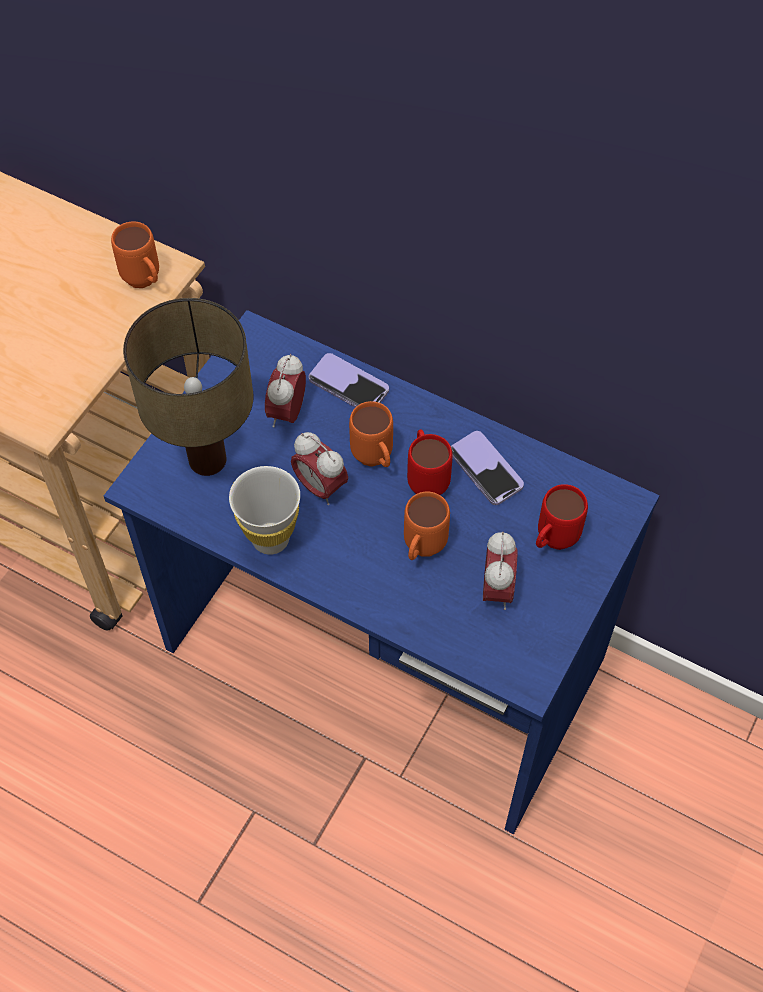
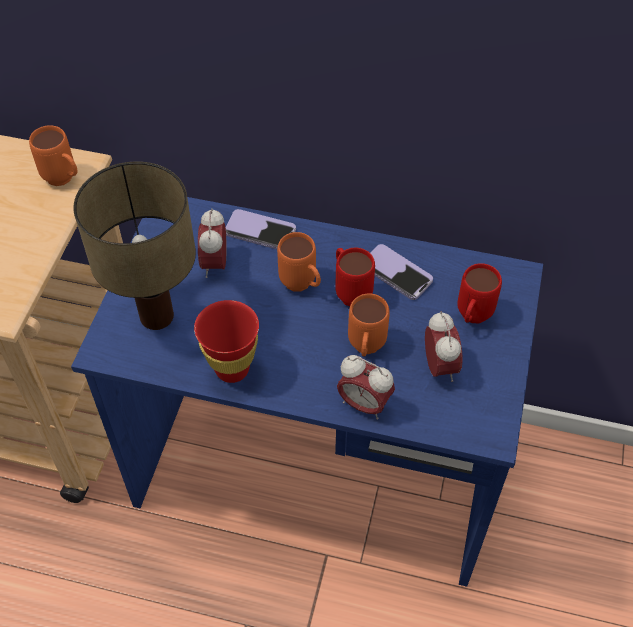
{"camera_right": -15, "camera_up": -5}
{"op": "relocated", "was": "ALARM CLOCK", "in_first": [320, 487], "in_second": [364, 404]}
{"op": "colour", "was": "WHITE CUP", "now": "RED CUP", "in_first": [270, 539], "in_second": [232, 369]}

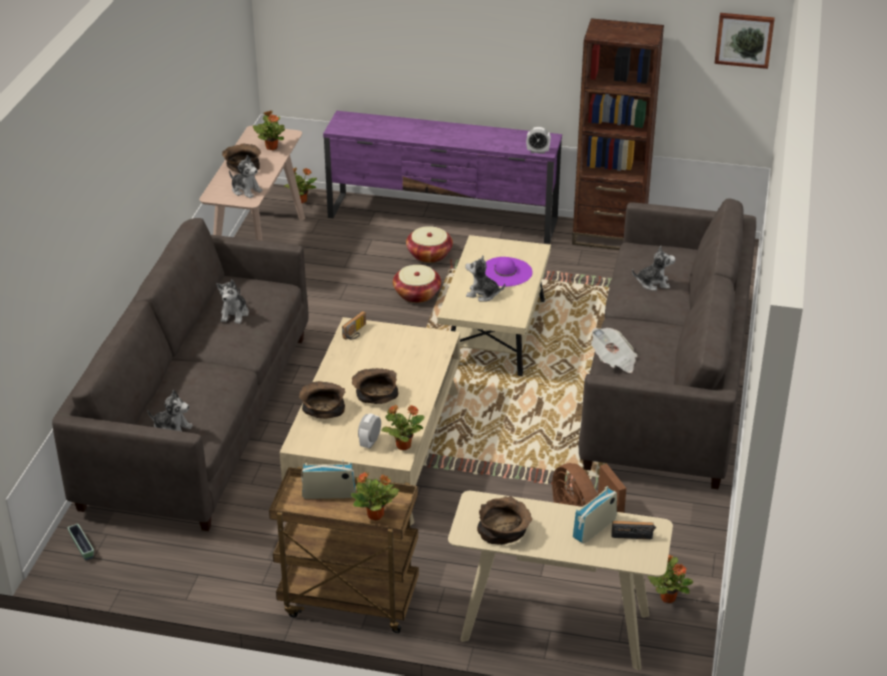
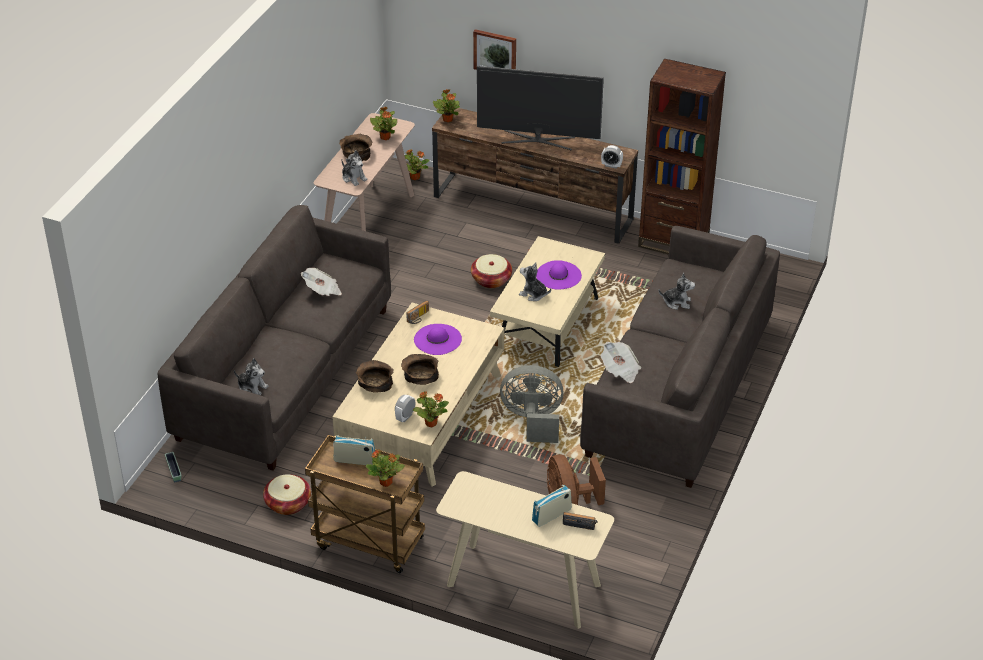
{"camera_right": 10, "camera_up": 5}
{"op": "missing", "was": "BROWN BOWL", "in_first": [504, 531]}
{"op": "appeared", "now": "PURPLE HAT", "in_second": [437, 339]}
{"op": "appeared", "now": "TELEVISION", "in_second": [538, 140]}
{"op": "appeared", "now": "GREY FAN", "in_second": [533, 420]}
{"op": "relocated", "was": "BASKET", "in_first": [429, 254], "in_second": [288, 503]}
{"op": "relocated", "was": "POTTED PLANT", "in_first": [667, 597], "in_second": [447, 119]}
{"op": "relocated", "was": "PICTURE", "in_first": [744, 39], "in_second": [495, 52]}
{"op": "exchanged", "was": "PLUSH TOY", "now": "NEWSPAPER", "in_first": [234, 314], "in_second": [322, 291]}
{"op": "colour", "was": "PURPLE TV STAND", "now": "BROWN TV STAND", "in_first": [443, 218], "in_second": [533, 208]}

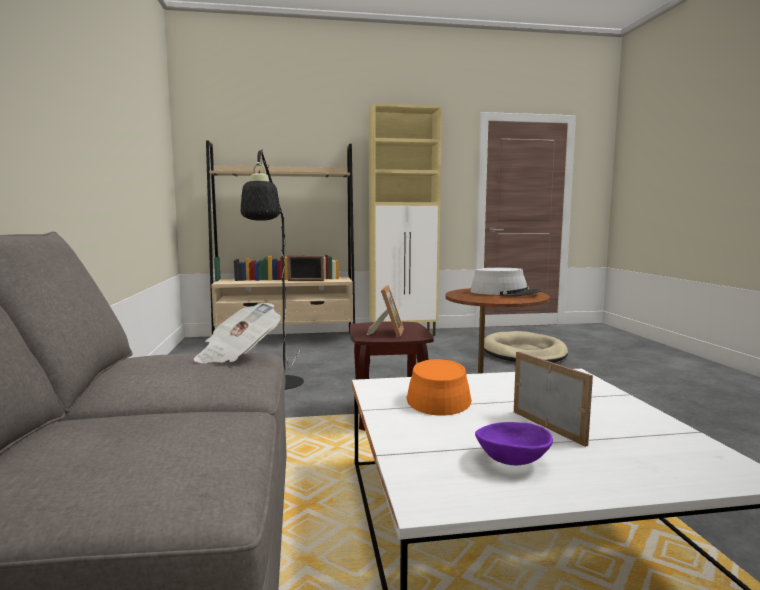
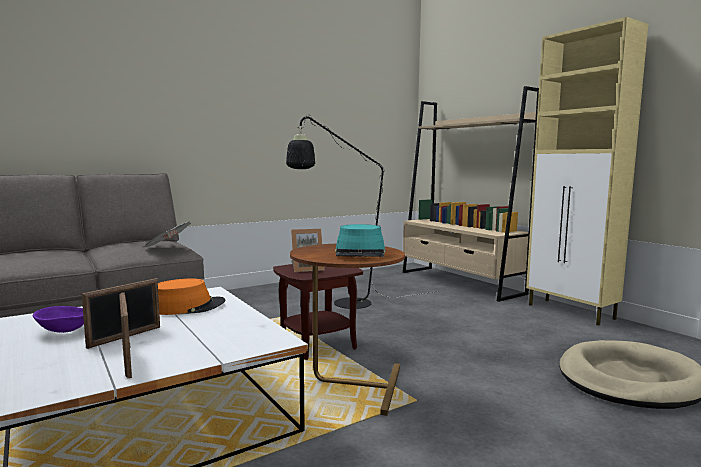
{"camera_right": 65, "camera_up": 0}
{"op": "relocated", "was": "PICTURE FRAME", "in_first": [305, 280], "in_second": [127, 361]}
{"op": "colour", "was": "GREY HAT", "now": "TURQUOISE HAT", "in_first": [505, 293], "in_second": [360, 253]}

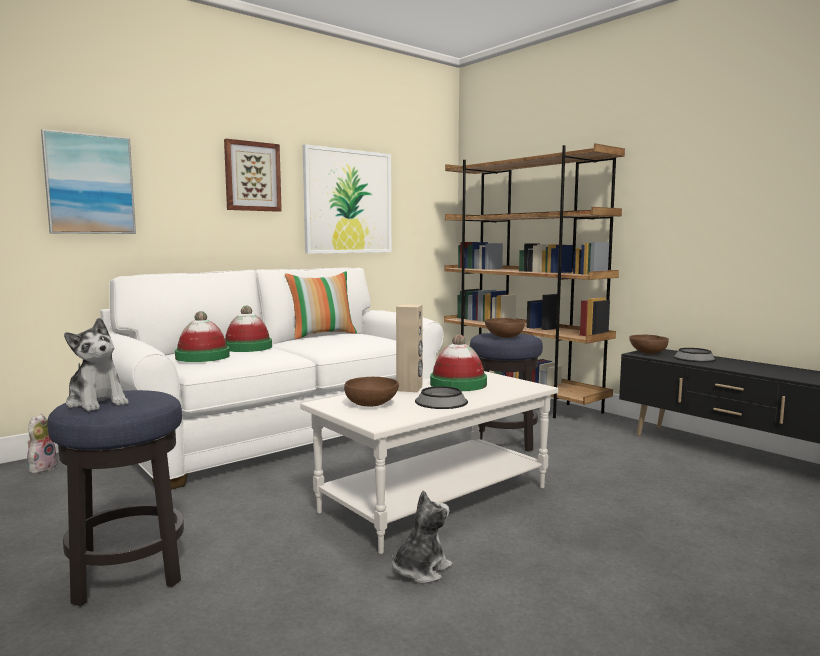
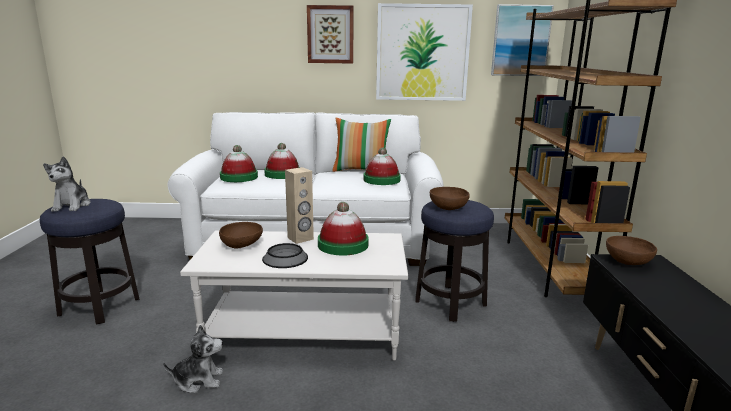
{"camera_right": 40, "camera_up": 10}
{"op": "missing", "was": "PLUSH TOY", "in_first": [42, 468]}
{"op": "missing", "was": "BOWL", "in_first": [694, 358]}
{"op": "appeared", "now": "HAT", "in_second": [381, 180]}
{"op": "relocated", "was": "PICTURE", "in_first": [89, 184], "in_second": [520, 41]}

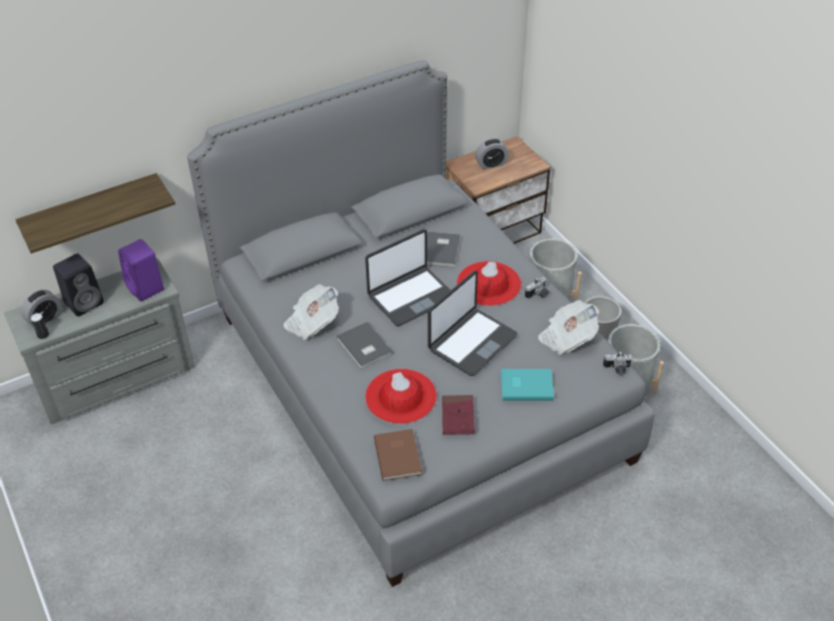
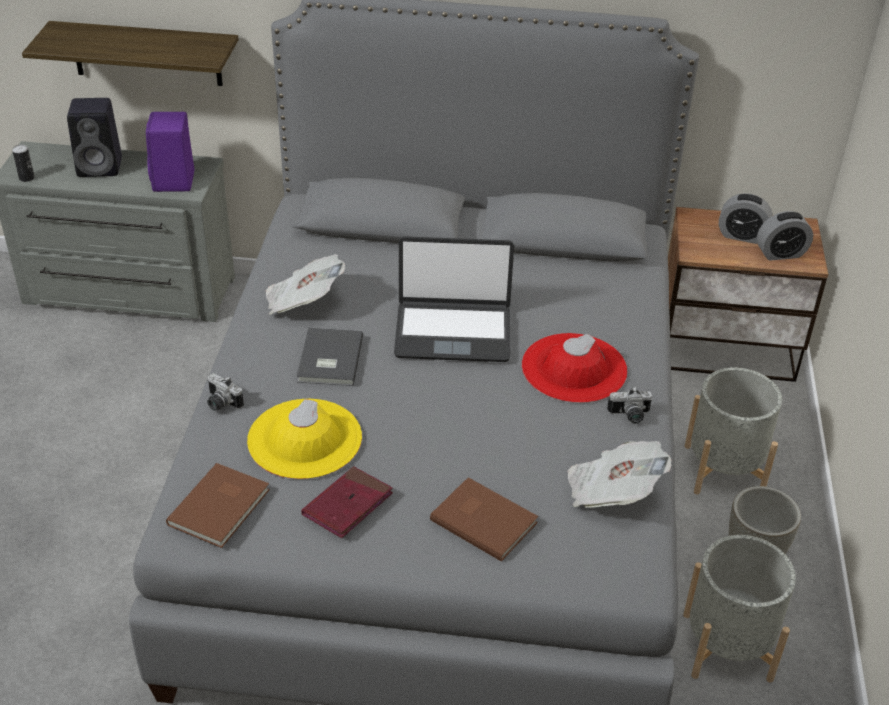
{"camera_right": 35, "camera_up": -5}
{"op": "missing", "was": "GREY BOOK", "in_first": [442, 250]}
{"op": "missing", "was": "LAPTOP", "in_first": [471, 342]}
{"op": "relocated", "was": "ALARM CLOCK", "in_first": [45, 319], "in_second": [780, 254]}
{"op": "relocated", "was": "PHOTO CAMERA", "in_first": [617, 369], "in_second": [220, 403]}
{"op": "colour", "was": "RED HAT", "now": "YELLOW HAT", "in_first": [400, 396], "in_second": [304, 439]}
{"op": "colour", "was": "TURQUOISE BOOK", "now": "BROWN BOOK", "in_first": [525, 385], "in_second": [484, 519]}

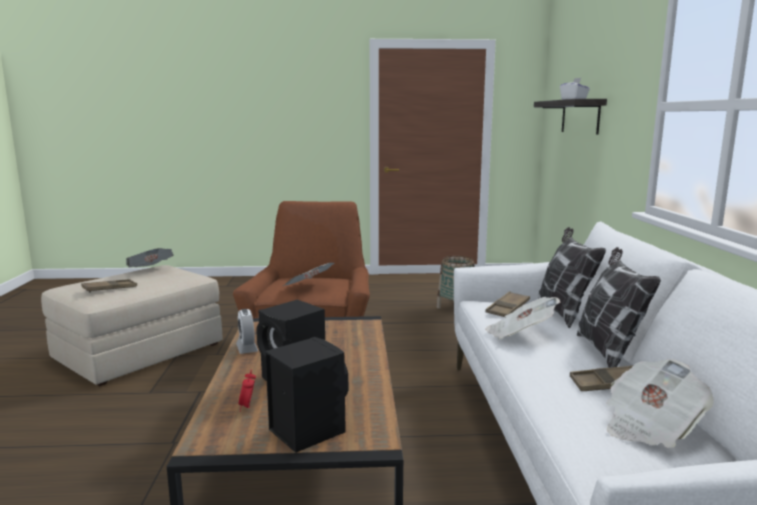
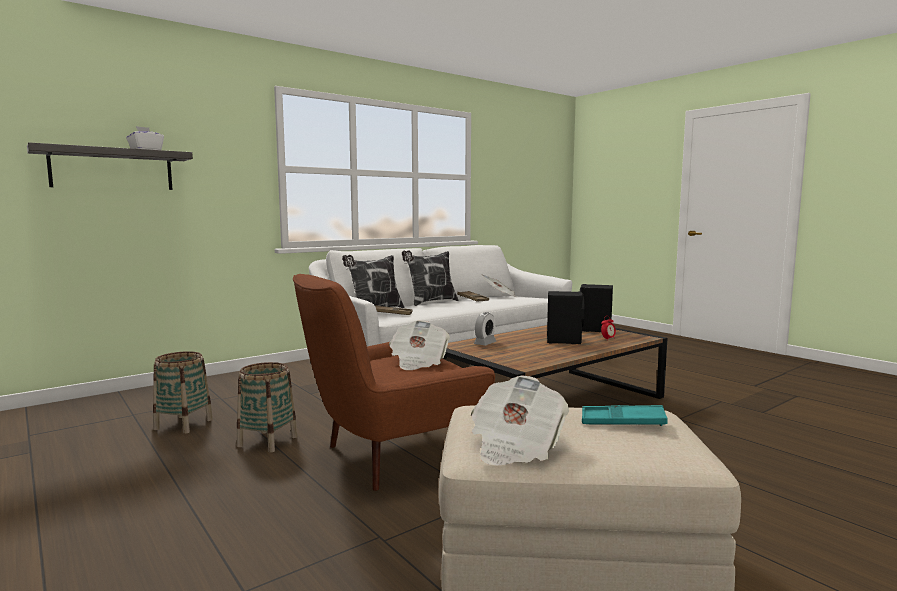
{"camera_right": -125, "camera_up": -5}
{"op": "missing", "was": "NEWSPAPER", "in_first": [519, 335]}
{"op": "appeared", "now": "BASKET", "in_second": [267, 441]}
{"op": "relocated", "was": "ALARM CLOCK", "in_first": [247, 348], "in_second": [485, 343]}
{"op": "colour", "was": "BROWN TRAY", "now": "TURQUOISE TRAY", "in_first": [110, 289], "in_second": [622, 422]}

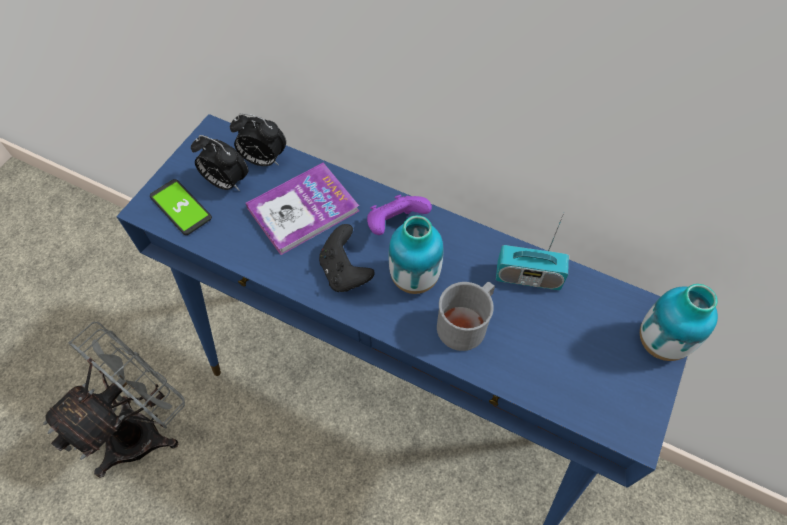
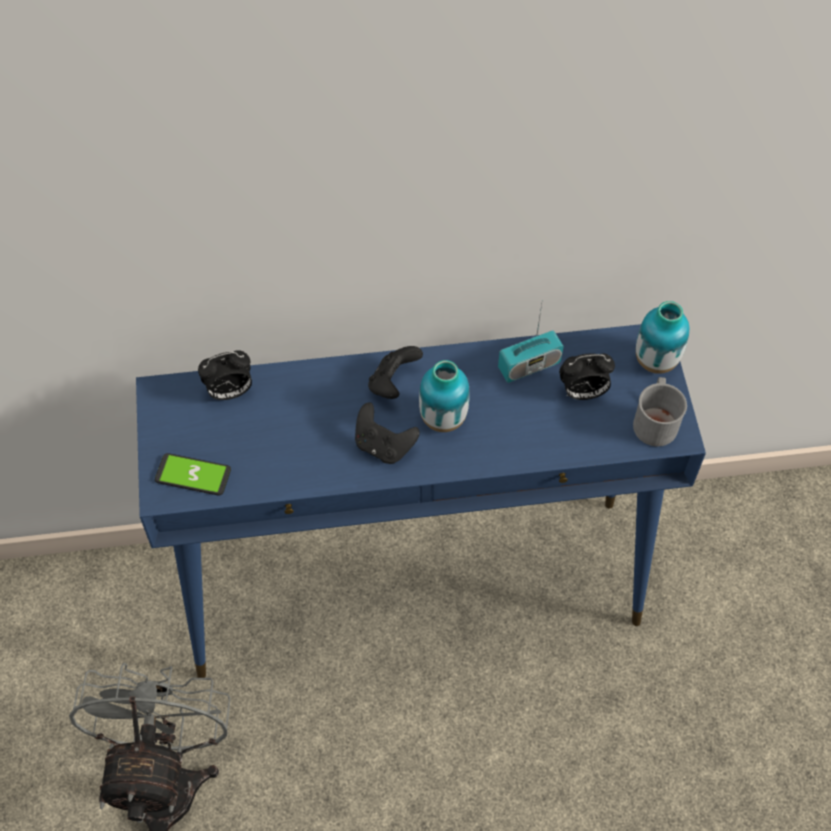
{"camera_right": -35, "camera_up": 0}
{"op": "missing", "was": "BOOK", "in_first": [303, 209]}
{"op": "relocated", "was": "ALARM CLOCK", "in_first": [226, 182], "in_second": [582, 392]}
{"op": "relocated", "was": "GREY MUG", "in_first": [466, 322], "in_second": [655, 420]}
{"op": "colour", "was": "PURPLE GAME CONTROLLER", "now": "BLACK GAME CONTROLLER", "in_first": [395, 224], "in_second": [393, 383]}

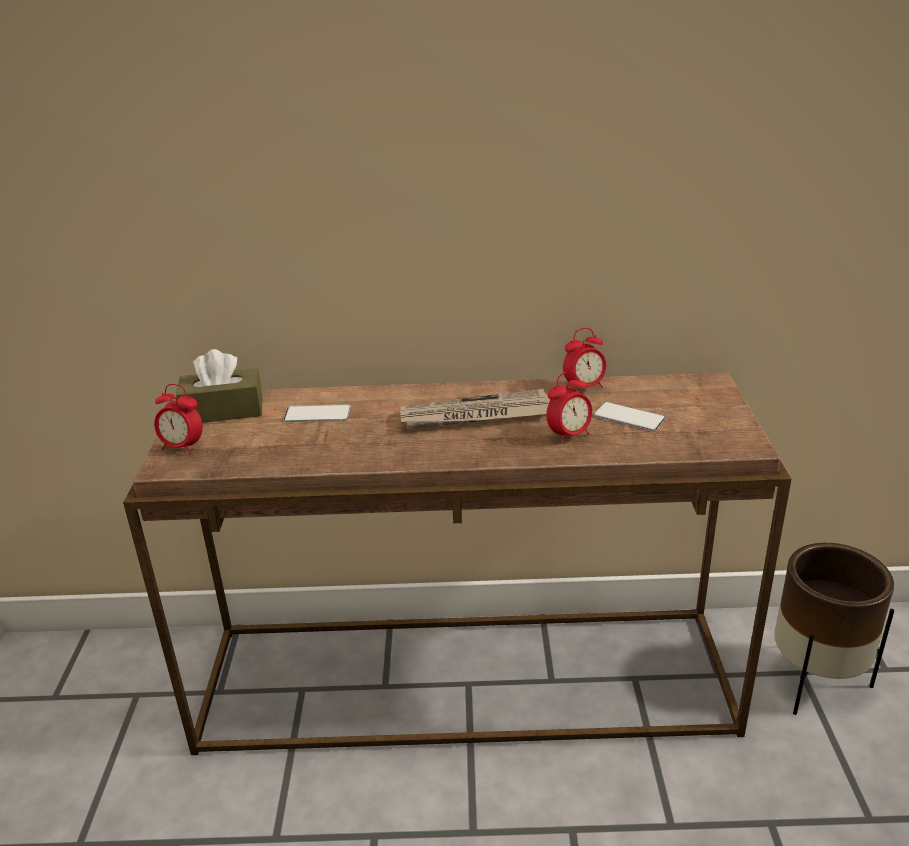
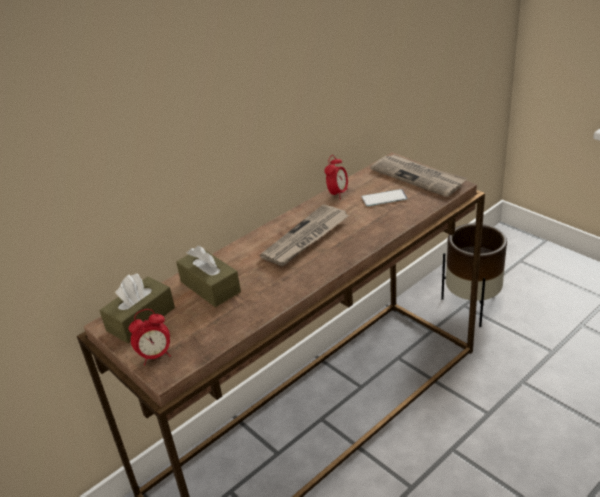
{"camera_right": -40, "camera_up": 5}
{"op": "missing", "was": "ALARM CLOCK", "in_first": [569, 435]}
{"op": "appeared", "now": "NEWSPAPER", "in_second": [418, 177]}
{"op": "exchanged", "was": "PHONE", "now": "BROWN TISSUE BOX", "in_first": [317, 414], "in_second": [210, 287]}

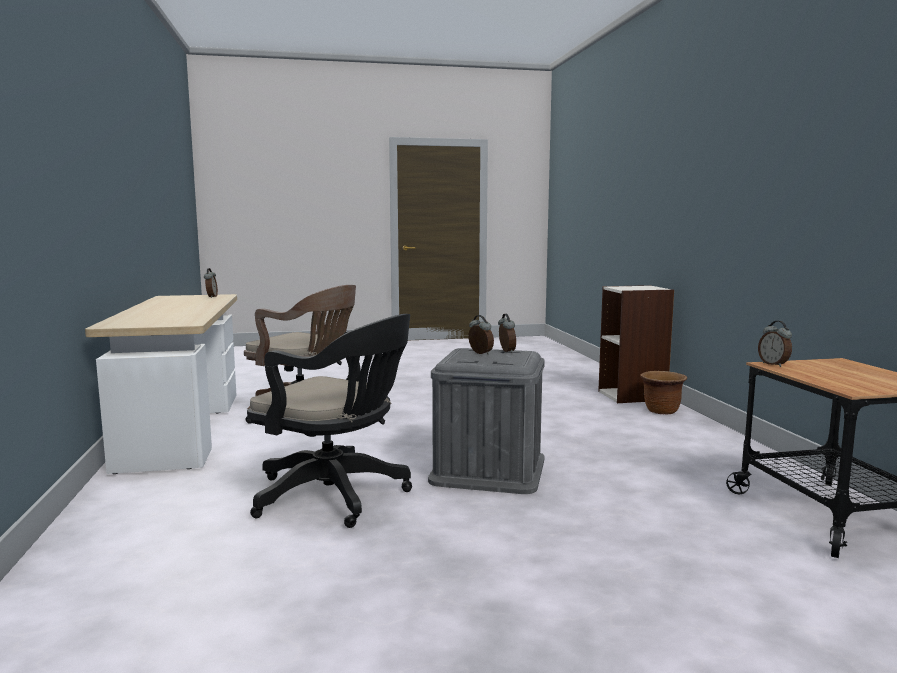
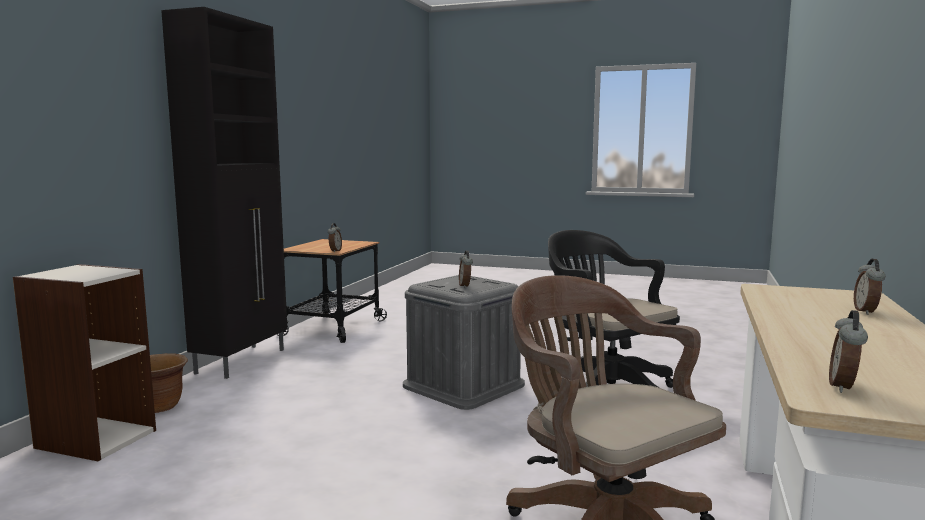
{"camera_right": -150, "camera_up": 0}
{"op": "appeared", "now": "BLACK CABINET", "in_second": [242, 361]}
{"op": "relocated", "was": "ALARM CLOCK", "in_first": [506, 351], "in_second": [866, 312]}

